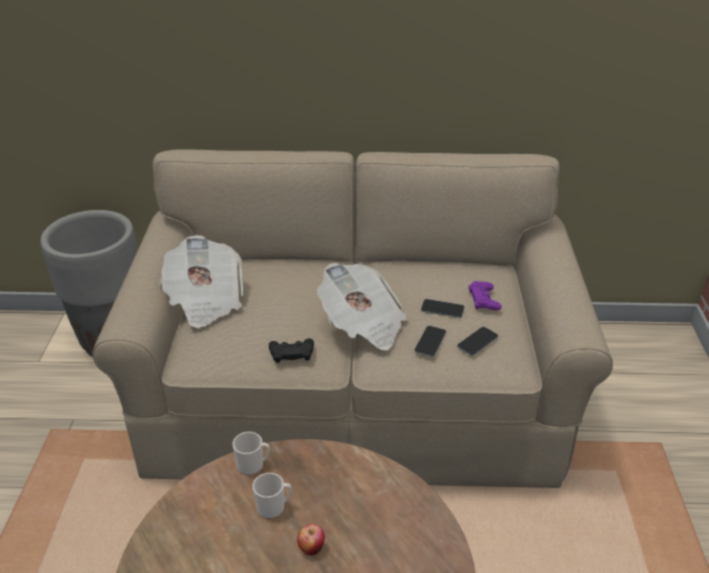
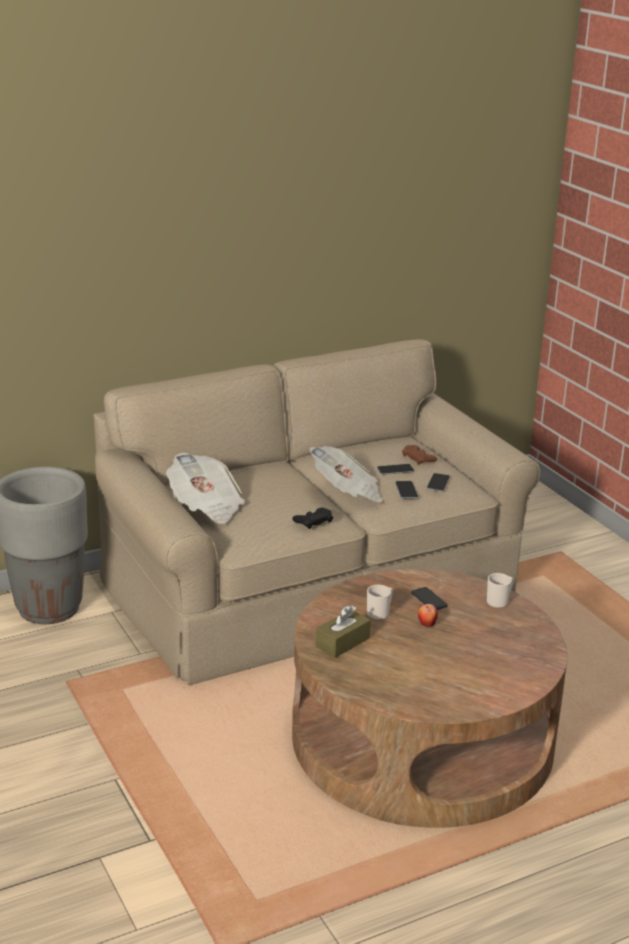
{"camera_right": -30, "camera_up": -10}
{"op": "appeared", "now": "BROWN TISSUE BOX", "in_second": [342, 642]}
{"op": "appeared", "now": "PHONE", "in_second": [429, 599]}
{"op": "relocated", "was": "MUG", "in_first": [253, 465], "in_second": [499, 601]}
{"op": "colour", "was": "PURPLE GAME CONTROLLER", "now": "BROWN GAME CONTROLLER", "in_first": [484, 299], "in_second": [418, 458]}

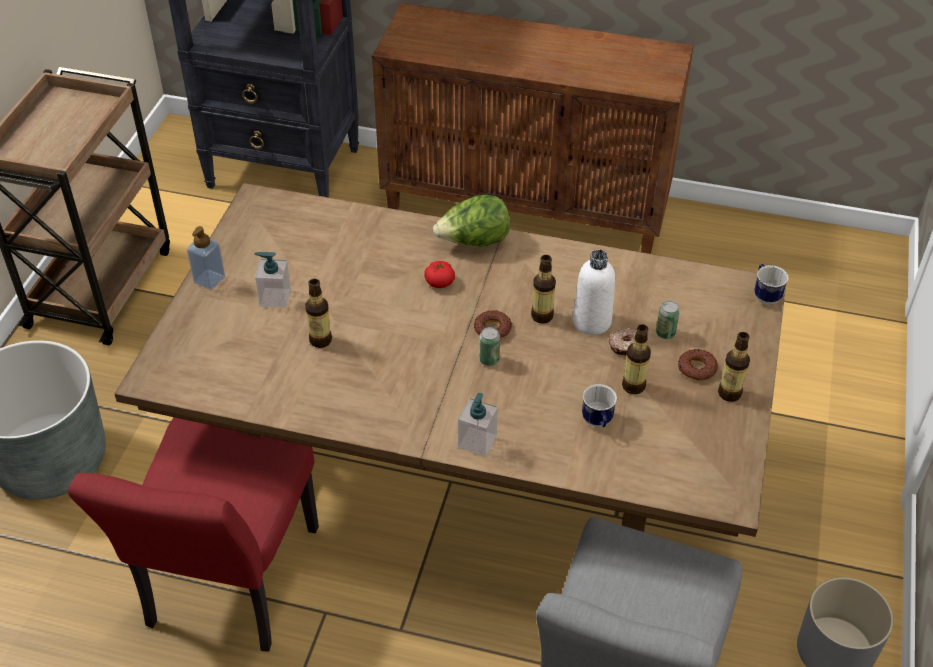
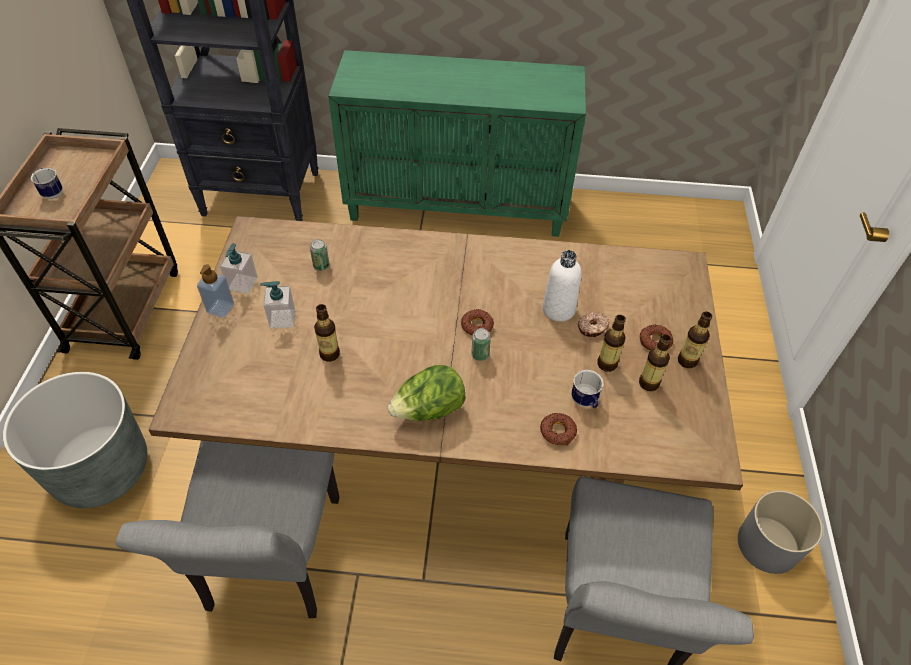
{"camera_right": -10, "camera_up": 5}
{"op": "missing", "was": "TOMATO", "in_first": [439, 282]}
{"op": "appeared", "now": "DONUT", "in_second": [558, 432]}
{"op": "relocated", "was": "LETTUCE", "in_first": [474, 242], "in_second": [429, 410]}
{"op": "relocated", "was": "SOAP DISPENSER", "in_first": [477, 441], "in_second": [242, 283]}
{"op": "relocated", "was": "BOTTLE", "in_first": [542, 316], "in_second": [648, 383]}
{"op": "relocated", "was": "CAN", "in_first": [665, 333], "in_second": [321, 266]}
{"op": "relocated", "was": "MUG", "in_first": [764, 295], "in_second": [52, 192]}
{"op": "colour", "was": "RED CHAIR", "now": "GREY CHAIR", "in_first": [227, 588], "in_second": [271, 564]}
{"op": "colour", "was": "BROWN CABINET", "now": "GREEN CABINET", "in_first": [527, 207], "in_second": [458, 206]}

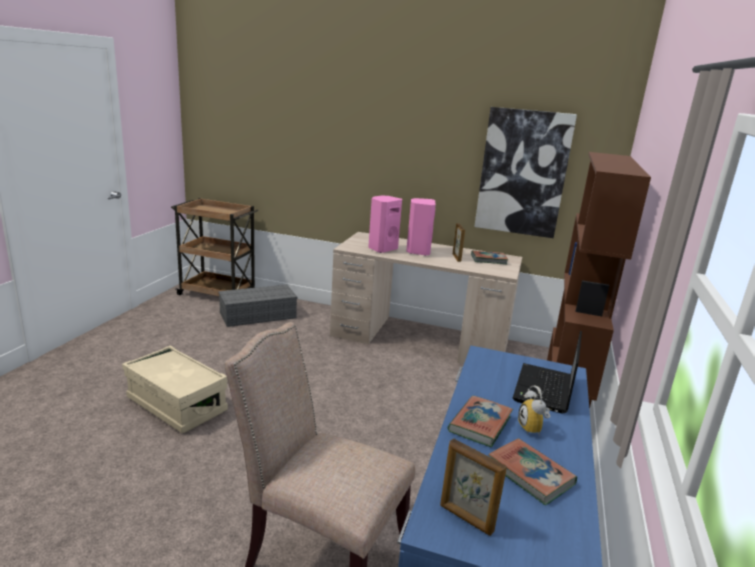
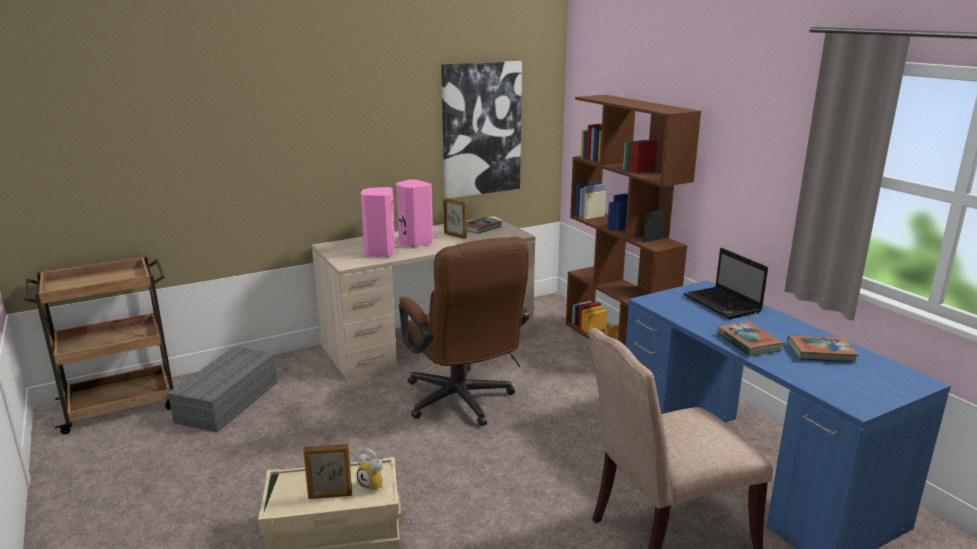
{"camera_right": -45, "camera_up": 0}
{"op": "appeared", "now": "BROWN OFFICE CHAIR", "in_second": [462, 403]}
{"op": "relocated", "was": "PICTURE FRAME", "in_first": [466, 519], "in_second": [330, 496]}
{"op": "relocated", "was": "ALARM CLOCK", "in_first": [533, 429], "in_second": [374, 484]}

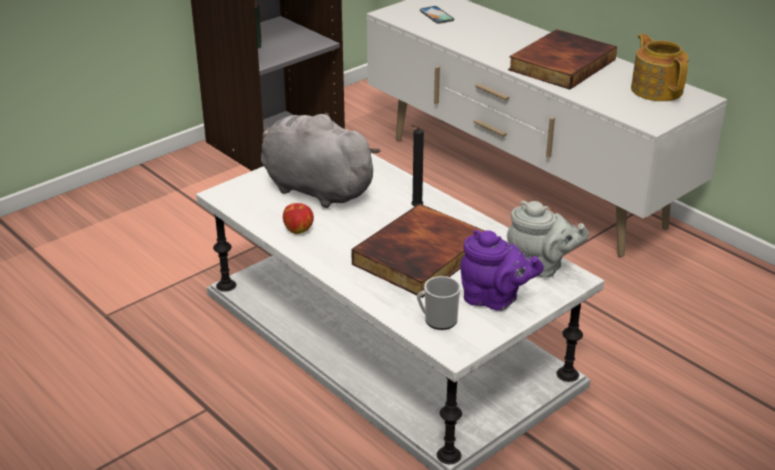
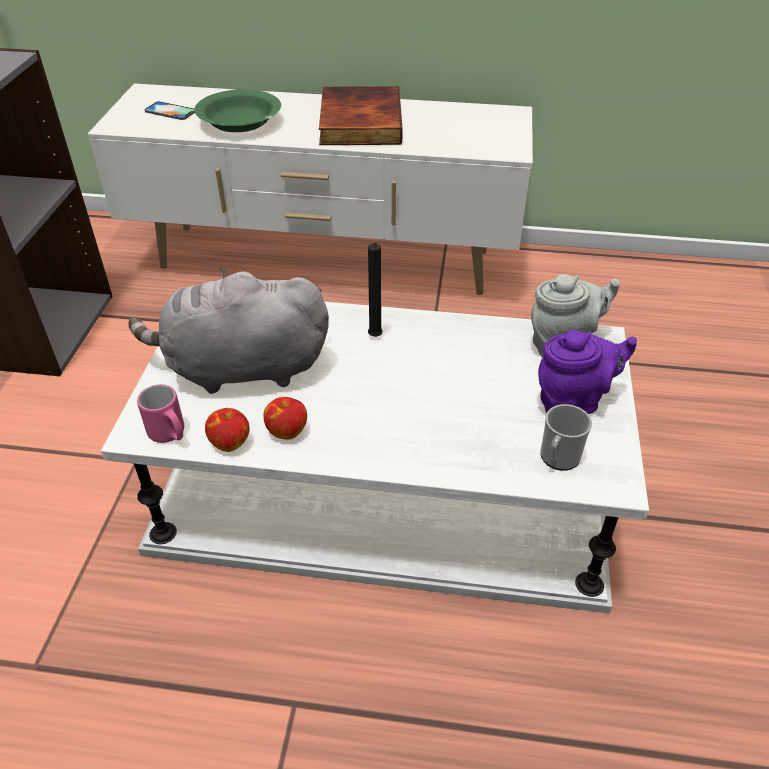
{"camera_right": -40, "camera_up": 10}
{"op": "missing", "was": "BOOK", "in_first": [422, 257]}
{"op": "missing", "was": "TEAPOT", "in_first": [656, 89]}
{"op": "appeared", "now": "PINK MUG", "in_second": [170, 435]}
{"op": "appeared", "now": "GREEN BOWL", "in_second": [240, 122]}
{"op": "appeared", "now": "APPLE", "in_second": [230, 442]}

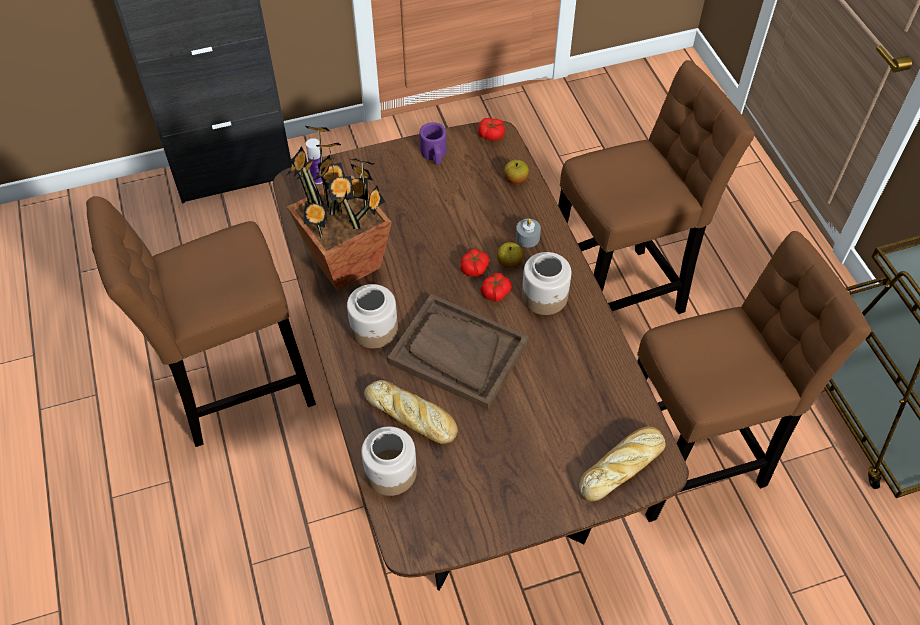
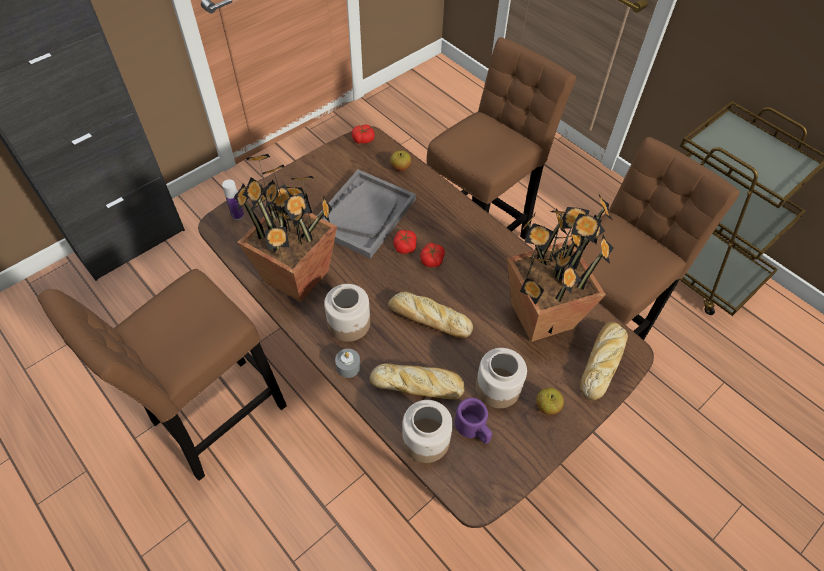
{"camera_right": -25, "camera_up": 0}
{"op": "appeared", "now": "GREY TRAY", "in_second": [363, 214]}
{"op": "appeared", "now": "POTTED PLANT", "in_second": [540, 315]}
{"op": "relocated", "was": "PURPLE MUG", "in_first": [434, 155], "in_second": [473, 429]}
{"op": "relocated", "was": "APPLE", "in_first": [509, 262], "in_second": [547, 406]}
{"op": "relocated", "was": "GREY CANDLE", "in_first": [527, 238], "in_second": [348, 367]}
{"op": "relocated", "was": "JAR", "in_first": [545, 297], "in_second": [498, 388]}
{"op": "exchanged", "was": "BROWN TRAY", "now": "BREAD", "in_first": [457, 353], "in_second": [428, 318]}

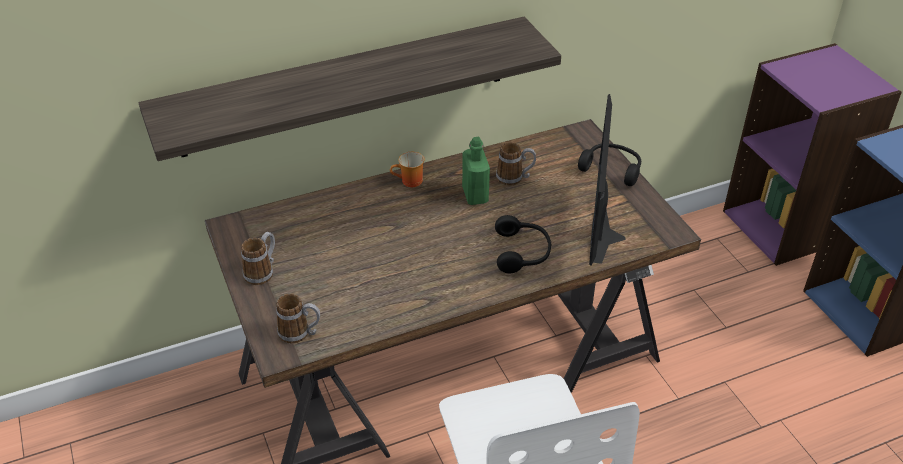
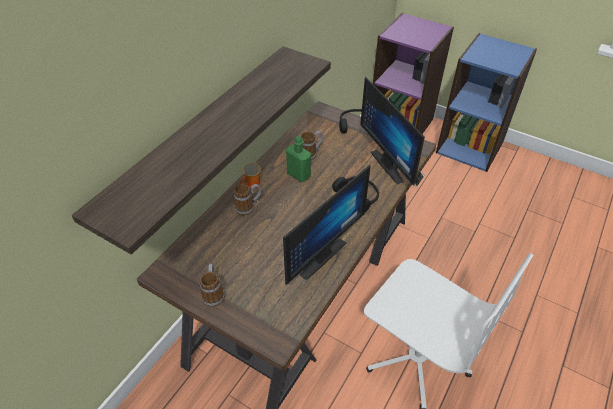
{"camera_right": -35, "camera_up": 5}
{"op": "appeared", "now": "MONITOR", "in_second": [317, 254]}
{"op": "relocated", "was": "MUG", "in_first": [300, 333], "in_second": [248, 207]}

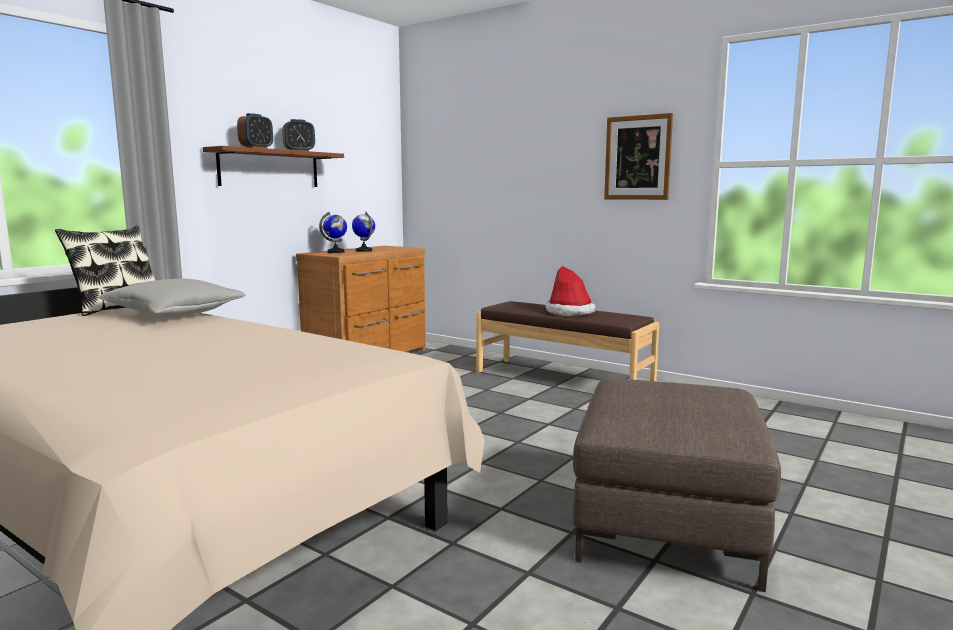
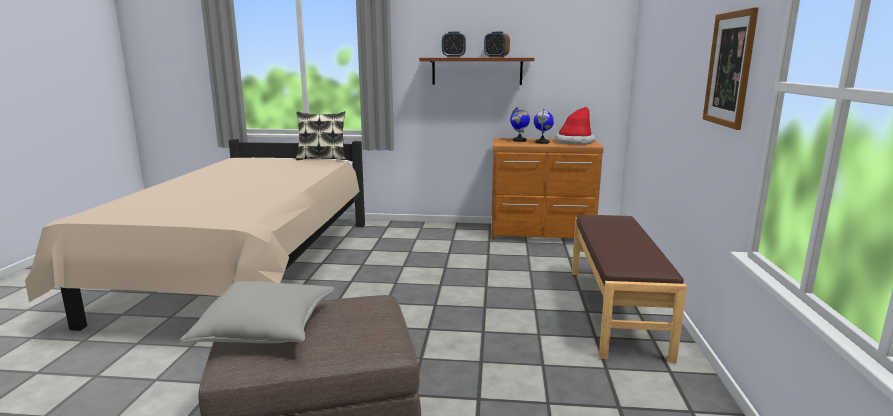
{"camera_right": 60, "camera_up": 5}
{"op": "relocated", "was": "GREY PILLOW", "in_first": [175, 314], "in_second": [266, 329]}
{"op": "relocated", "was": "HAT", "in_first": [570, 312], "in_second": [574, 142]}

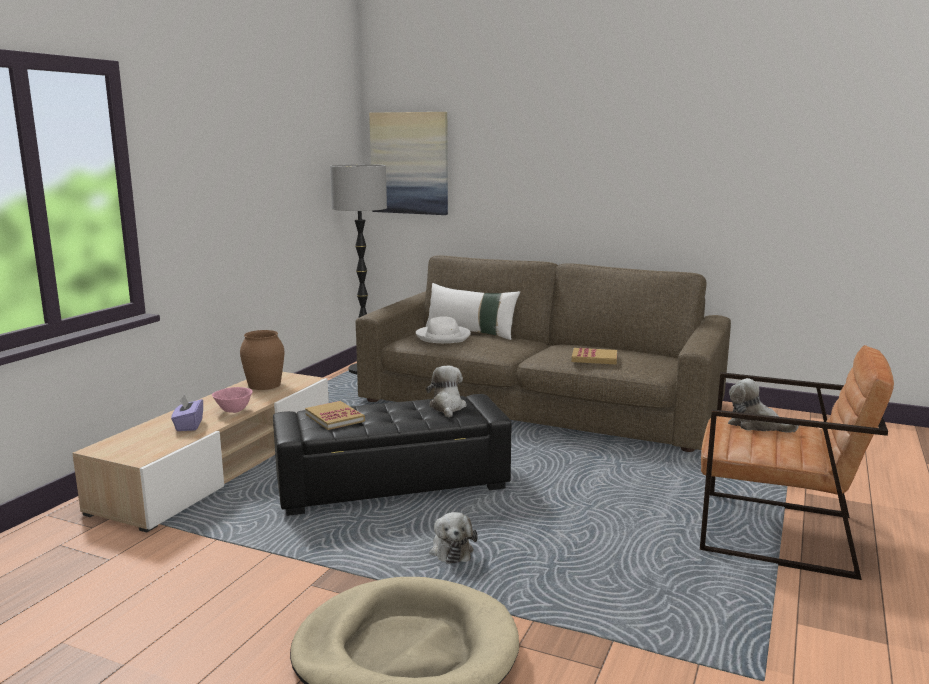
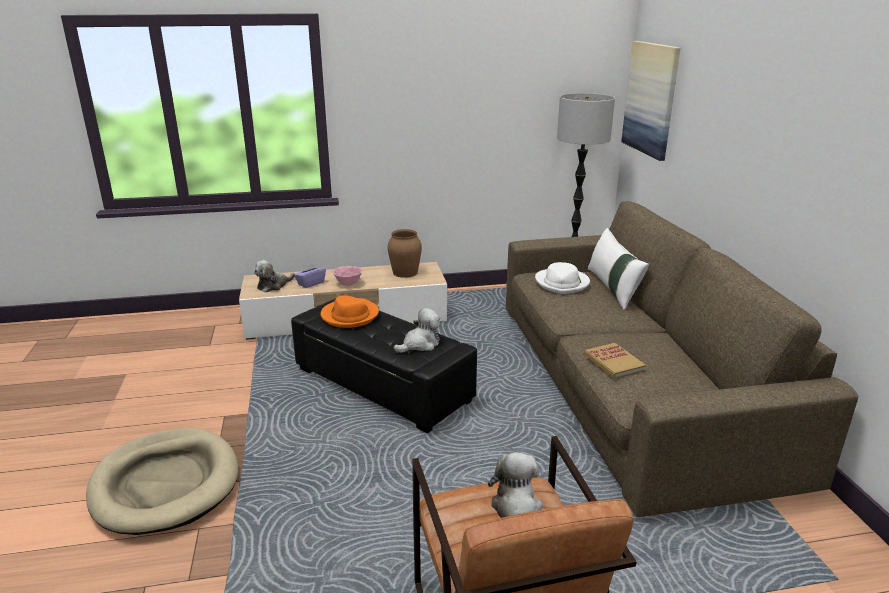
{"camera_right": 55, "camera_up": 10}
{"op": "relocated", "was": "PLUSH TOY", "in_first": [451, 551], "in_second": [274, 285]}
{"op": "exchanged", "was": "BOOK", "now": "ORANGE HAT", "in_first": [334, 418], "in_second": [350, 316]}

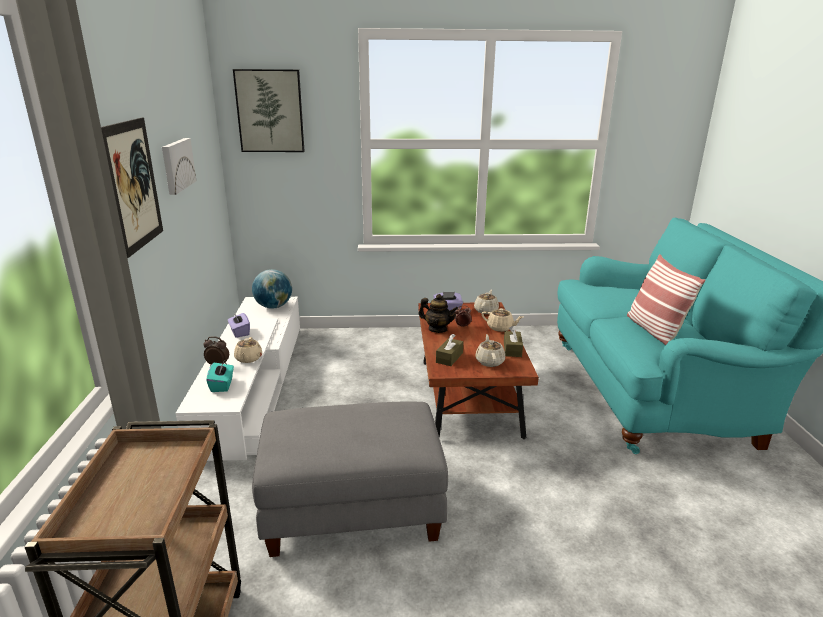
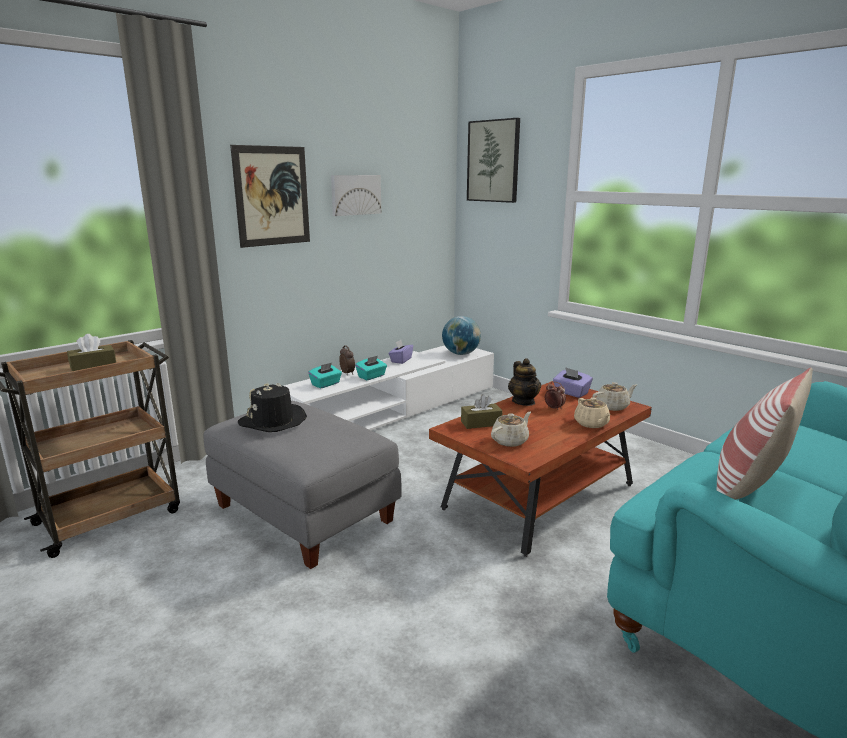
{"camera_right": 50, "camera_up": -5}
{"op": "appeared", "now": "BLACK HAT", "in_second": [273, 421]}
{"op": "relocated", "was": "BROWN TISSUE BOX", "in_first": [512, 349], "in_second": [93, 366]}
{"op": "exchanged", "was": "BEIGE TEAPOT", "now": "TURQUOISE TISSUE BOX", "in_first": [248, 359], "in_second": [371, 376]}

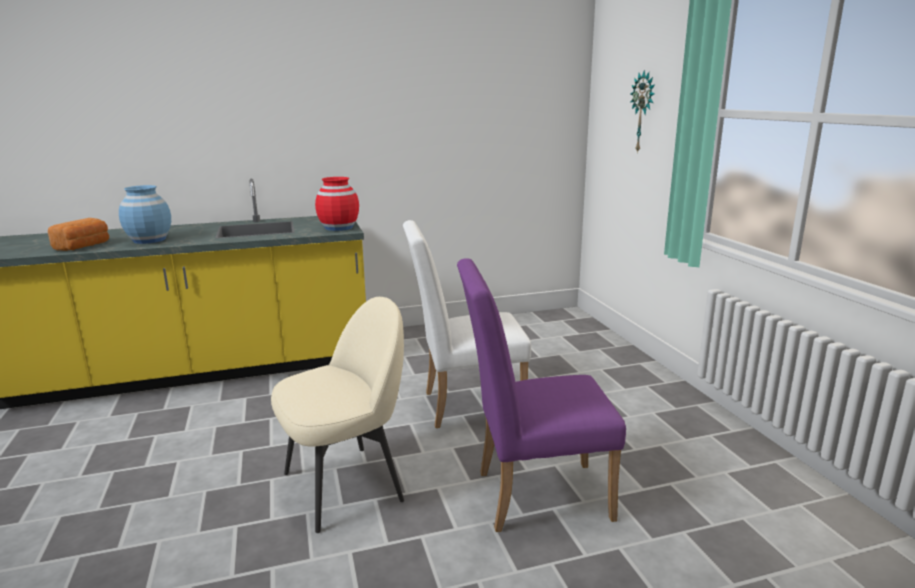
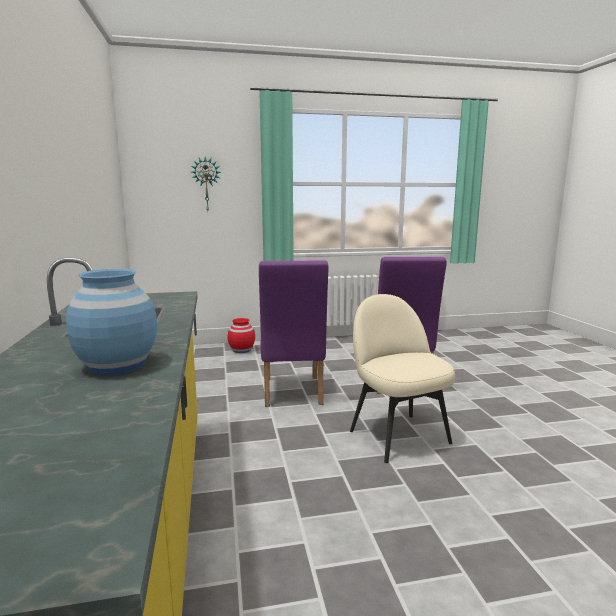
{"camera_right": -85, "camera_up": -5}
{"op": "missing", "was": "BREAD", "in_first": [84, 246]}
{"op": "relocated", "was": "RED VASE", "in_first": [339, 227], "in_second": [242, 350]}
{"op": "colour", "was": "WHITE CHAIR", "now": "PURPLE CHAIR", "in_first": [465, 405], "in_second": [292, 394]}

